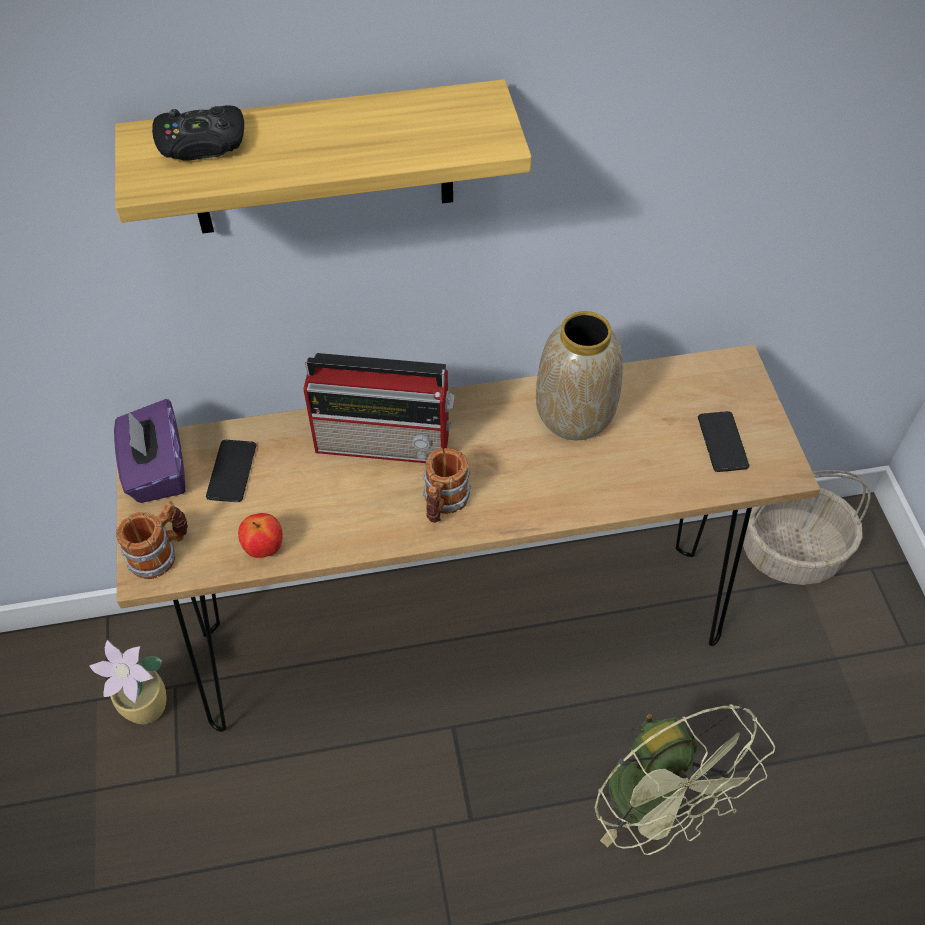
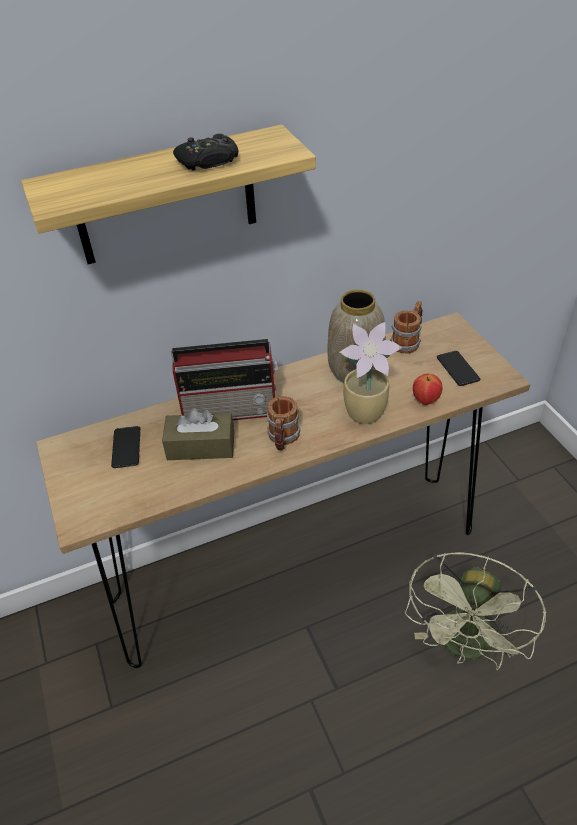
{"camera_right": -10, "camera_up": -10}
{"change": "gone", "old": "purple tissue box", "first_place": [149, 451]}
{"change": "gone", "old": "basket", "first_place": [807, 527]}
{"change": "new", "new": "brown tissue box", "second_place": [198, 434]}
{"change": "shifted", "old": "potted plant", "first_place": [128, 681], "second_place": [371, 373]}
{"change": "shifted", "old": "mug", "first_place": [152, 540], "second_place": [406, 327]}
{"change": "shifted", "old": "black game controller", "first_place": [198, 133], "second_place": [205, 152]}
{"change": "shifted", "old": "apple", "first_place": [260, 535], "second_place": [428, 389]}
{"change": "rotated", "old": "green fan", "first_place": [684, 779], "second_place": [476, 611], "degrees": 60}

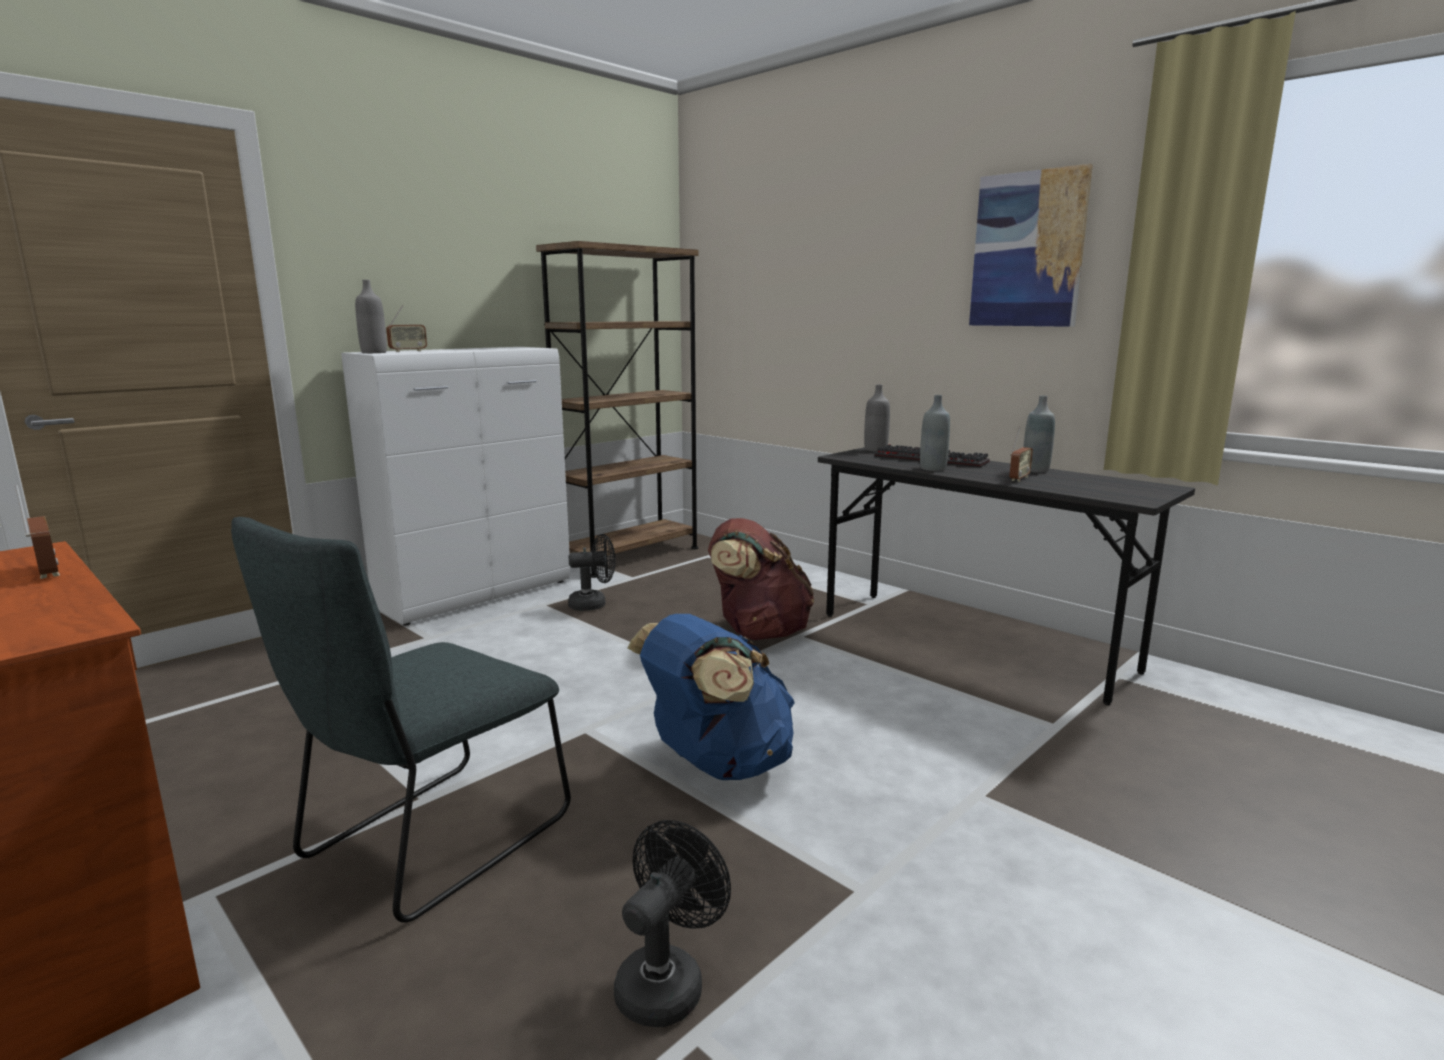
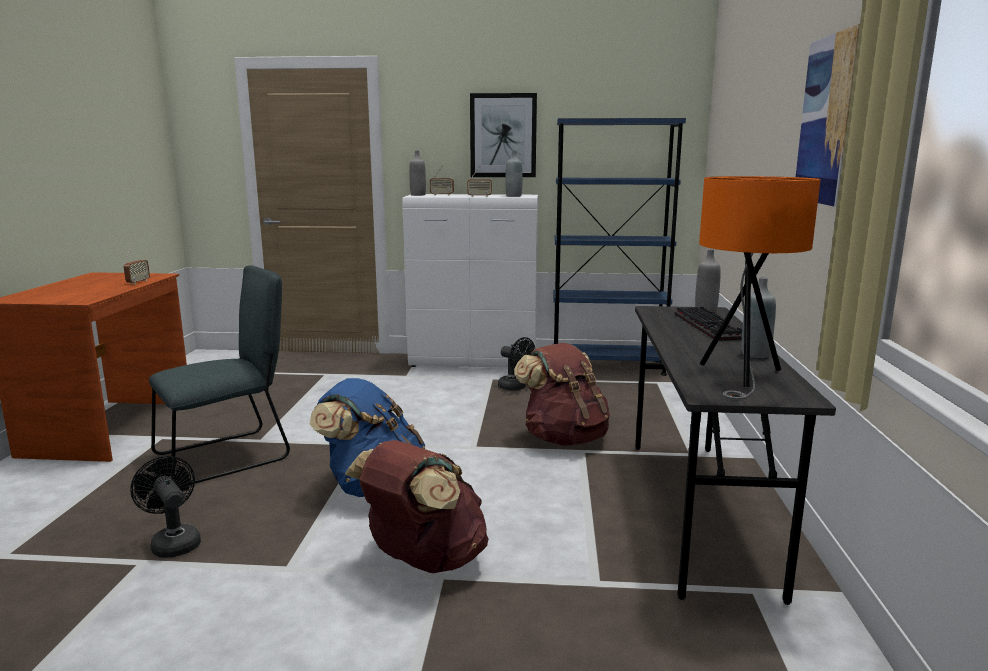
{"camera_right": 50, "camera_up": 0}
{"change": "new", "new": "brown backpack", "second_place": [417, 506]}
{"change": "new", "new": "picture", "second_place": [503, 135]}
{"change": "new", "new": "orange table lamp", "second_place": [759, 287]}
{"change": "shifted", "old": "grey bottle", "first_place": [935, 433], "second_place": [514, 173]}
{"change": "shifted", "old": "radio", "first_place": [1021, 454], "second_place": [479, 181]}
{"change": "repainted", "old": "brown bookcase", "new": "blue bookcase", "first_place": [617, 409], "second_place": [619, 247]}
{"change": "rotated", "old": "grey chair", "first_place": [401, 720], "second_place": [219, 375], "degrees": 150}
{"change": "rotated", "old": "black fan", "first_place": [672, 923], "second_place": [165, 507], "degrees": -120}

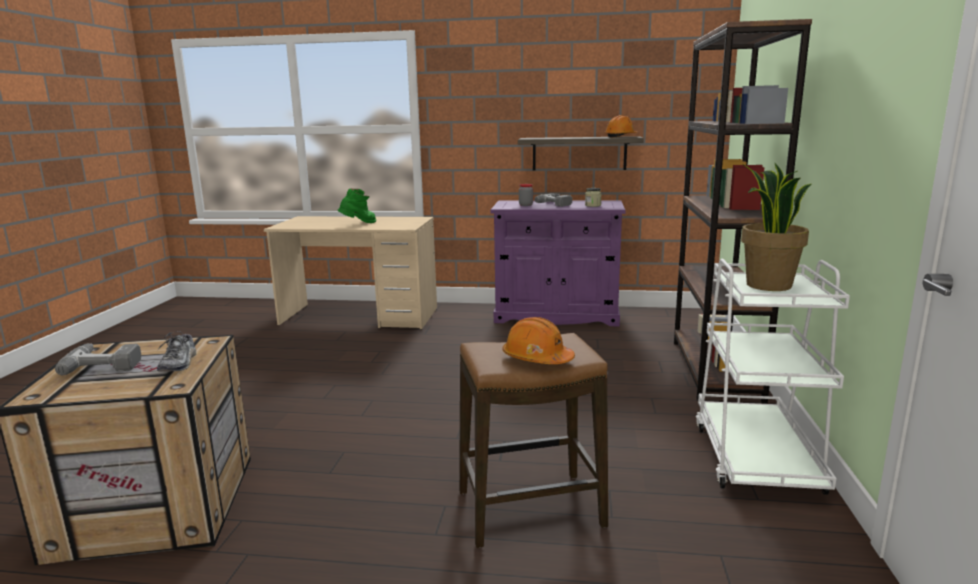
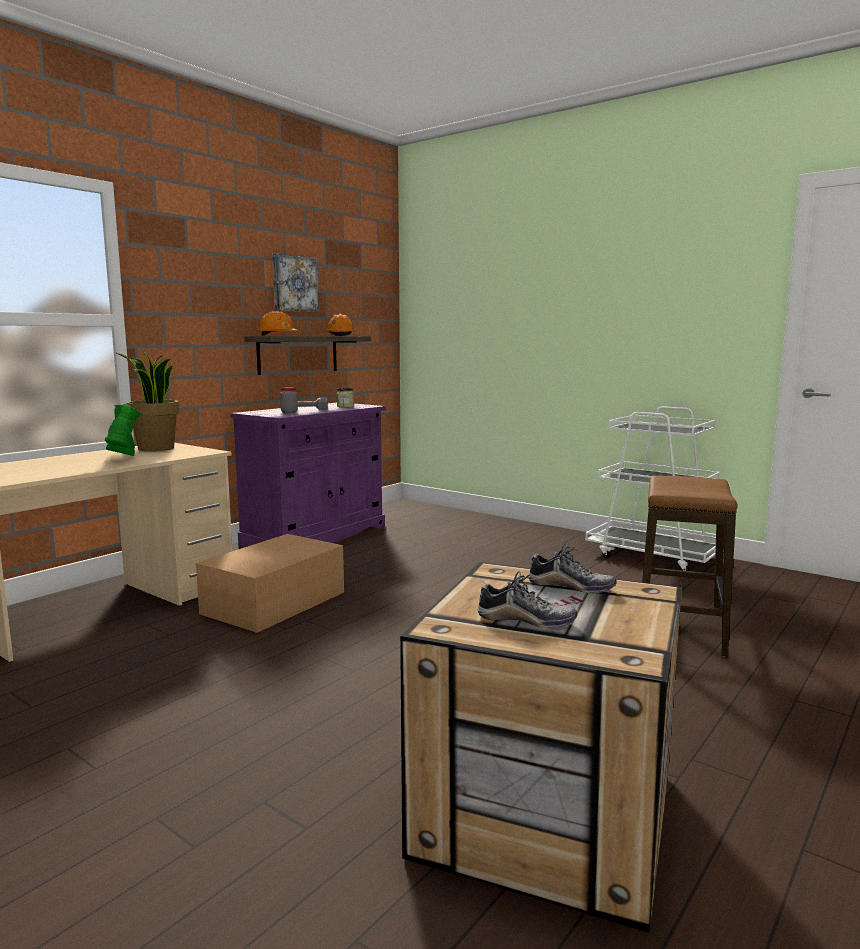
{"camera_right": -60, "camera_up": -5}
{"change": "gone", "old": "brown bookcase", "first_place": [743, 211]}
{"change": "new", "new": "cardboard box", "second_place": [270, 583]}
{"change": "new", "new": "picture", "second_place": [295, 282]}
{"change": "shifted", "old": "orange hard hat", "first_place": [538, 340], "second_place": [278, 323]}
{"change": "shifted", "old": "potted plant", "first_place": [776, 227], "second_place": [147, 400]}
{"change": "swapped", "old": "power drill", "new": "shoe", "first_place": [98, 359], "second_place": [527, 600]}

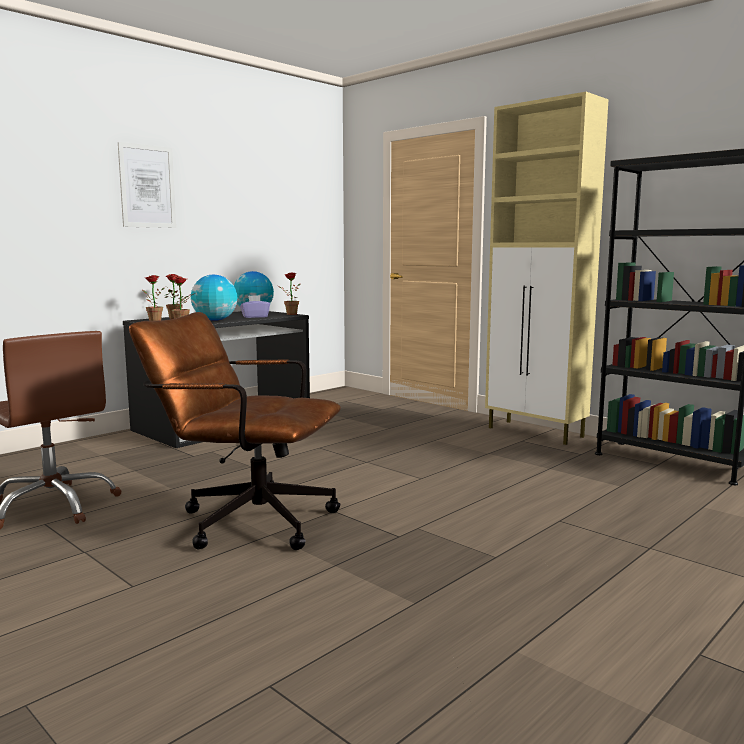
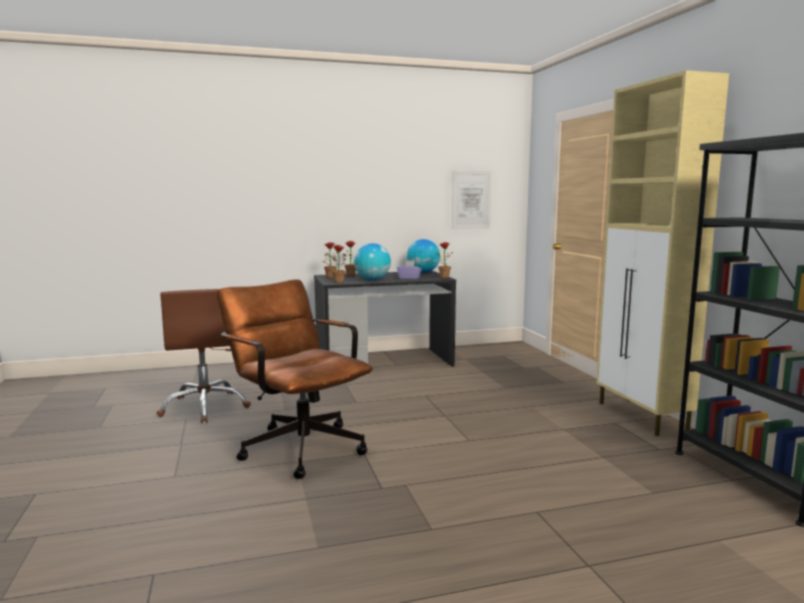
{"camera_right": 30, "camera_up": 0}
{"change": "shifted", "old": "picture", "first_place": [147, 185], "second_place": [472, 200]}

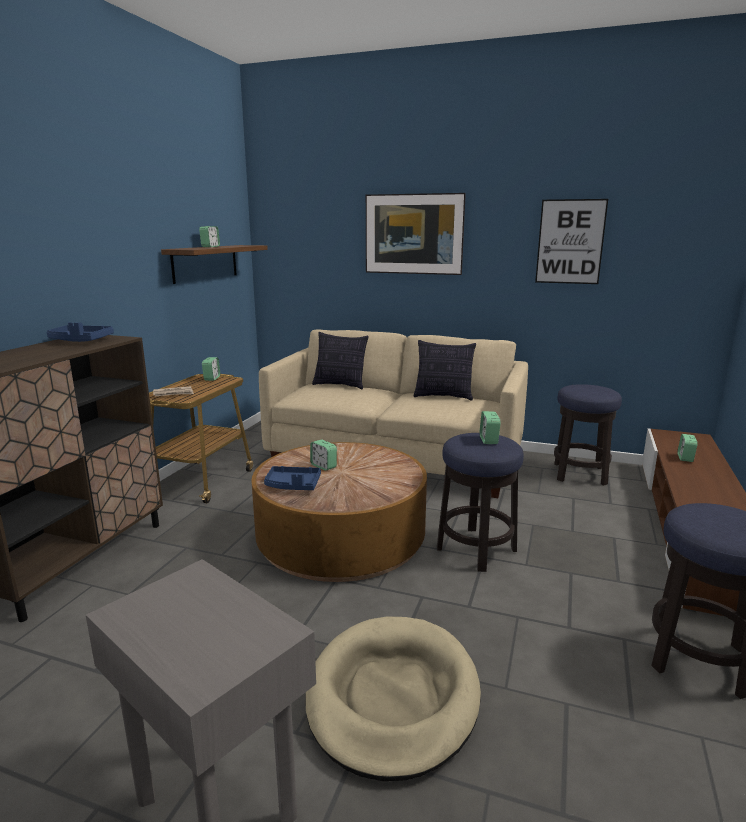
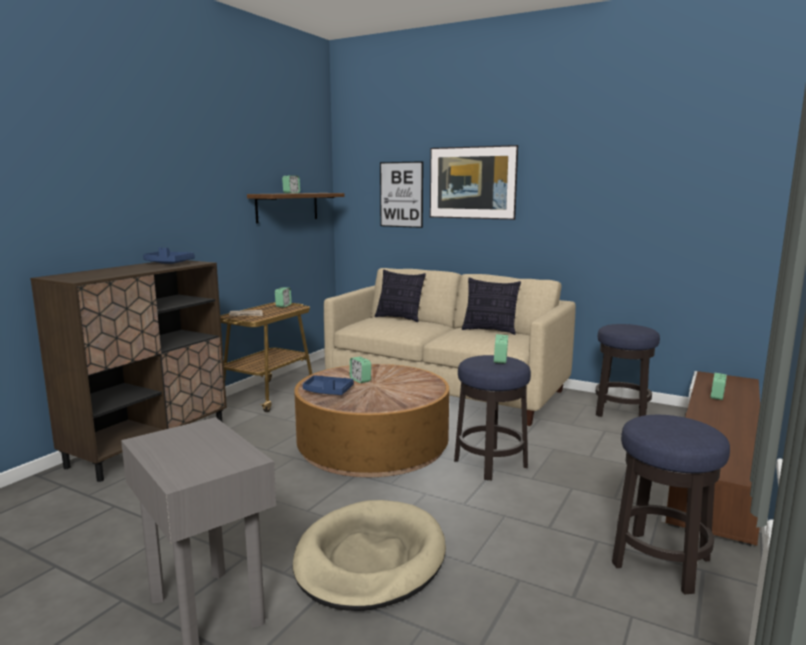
{"camera_right": 10, "camera_up": -5}
{"change": "shifted", "old": "picture", "first_place": [571, 241], "second_place": [401, 194]}

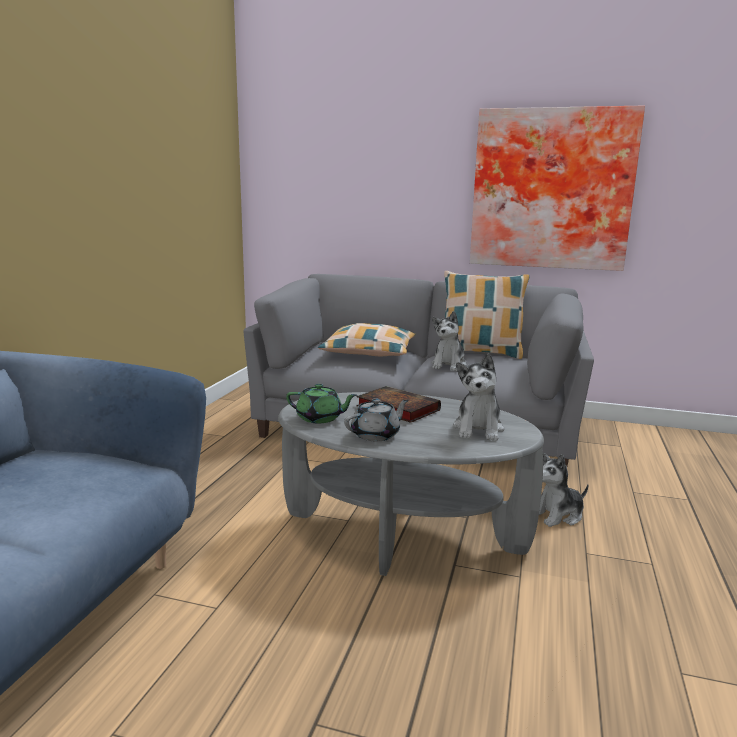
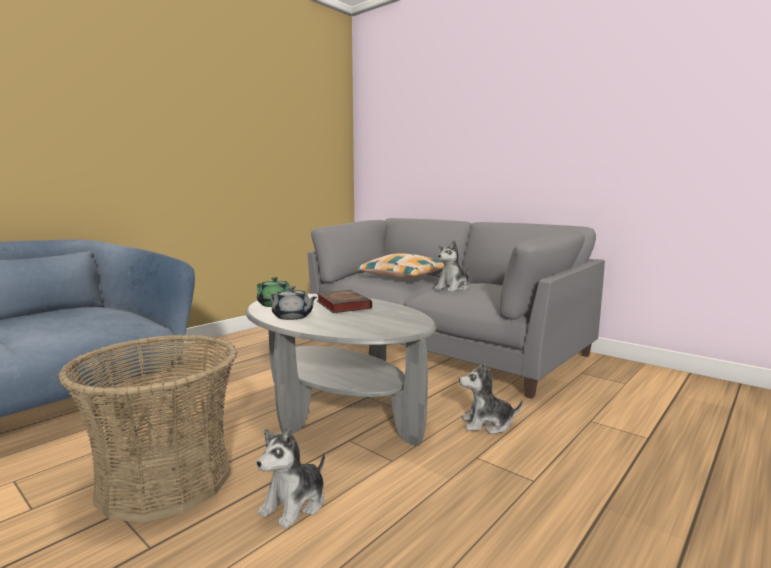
{"camera_right": 25, "camera_up": -5}
{"change": "gone", "old": "pillow", "first_place": [487, 315]}
{"change": "gone", "old": "picture", "first_place": [557, 188]}
{"change": "new", "new": "basket", "second_place": [148, 428]}
{"change": "shifted", "old": "plush toy", "first_place": [478, 397], "second_place": [290, 478]}
{"change": "rotated", "old": "grey teapot", "first_place": [376, 419], "second_place": [293, 303], "degrees": 45}

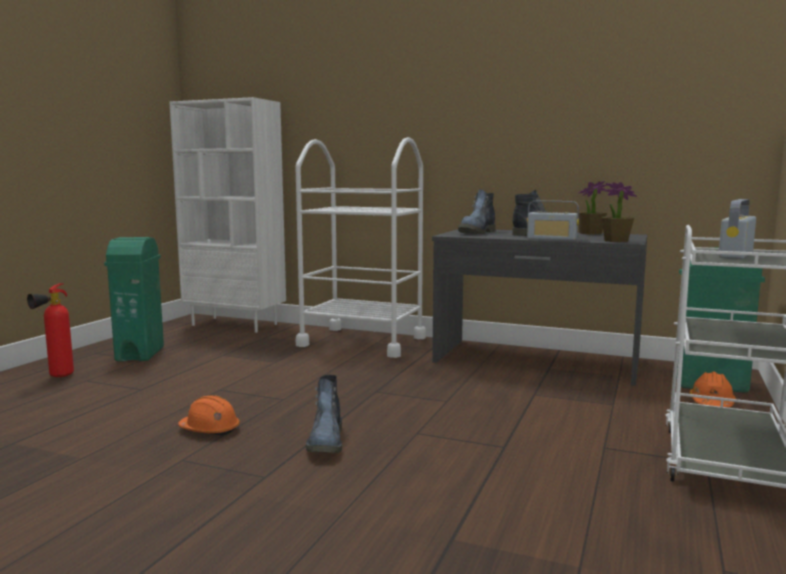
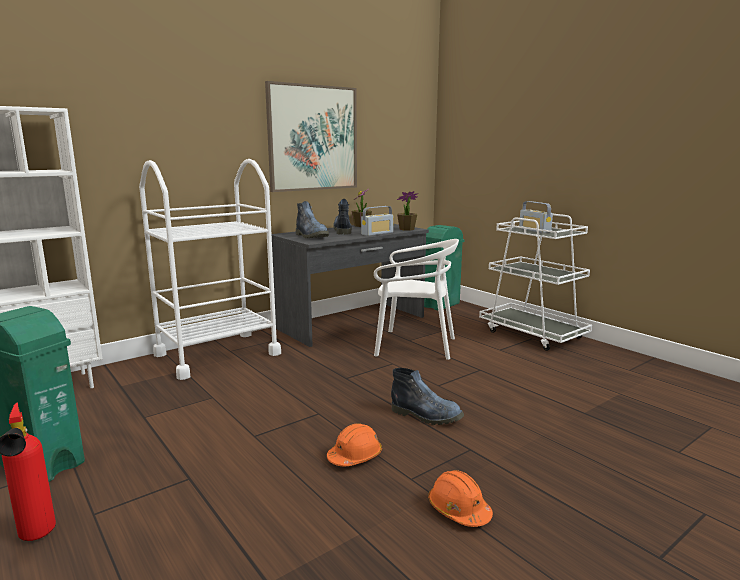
{"camera_right": -60, "camera_up": 5}
{"change": "new", "new": "picture", "second_place": [311, 136]}
{"change": "new", "new": "white chair", "second_place": [416, 299]}
{"change": "shifted", "old": "orange hard hat", "first_place": [713, 389], "second_place": [460, 498]}

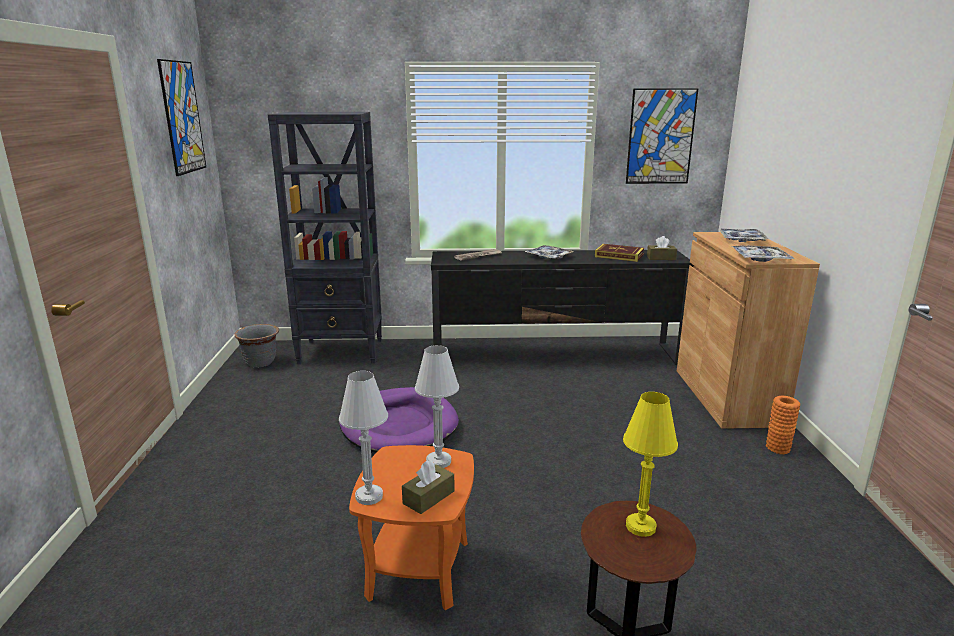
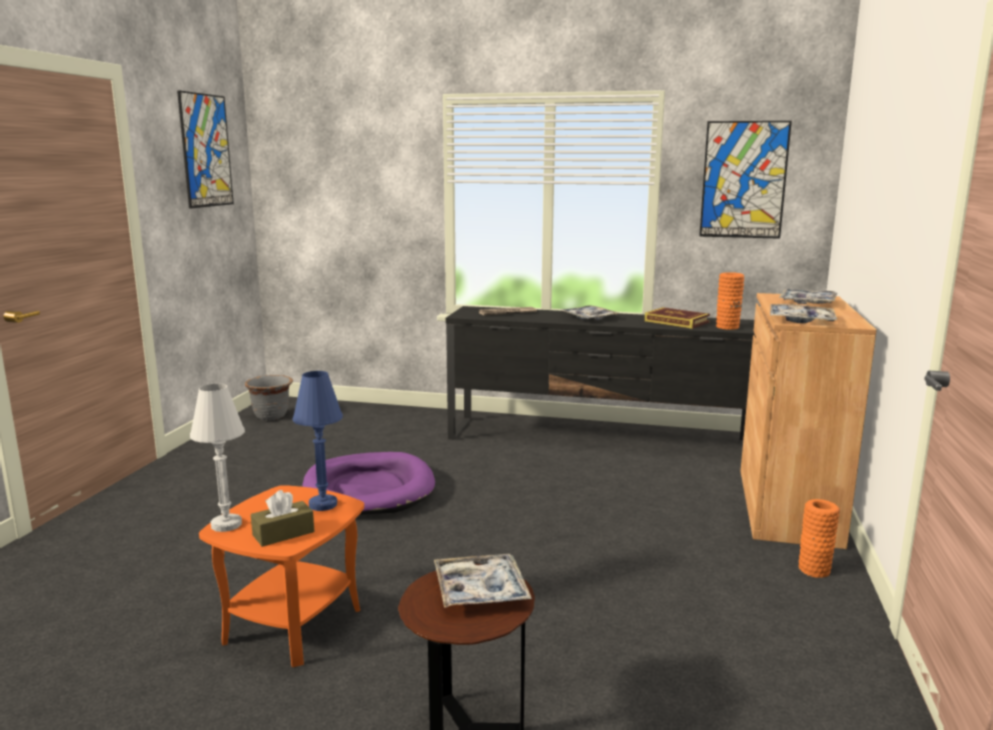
{"camera_right": 15, "camera_up": -5}
{"change": "gone", "old": "black bookcase", "first_place": [325, 238]}
{"change": "swapped", "old": "yellow table lamp", "new": "tray", "first_place": [650, 464], "second_place": [483, 581]}
{"change": "swapped", "old": "brown tissue box", "new": "orange vase", "first_place": [662, 248], "second_place": [730, 301]}
{"change": "repainted", "old": "white table lamp", "new": "blue table lamp", "first_place": [437, 406], "second_place": [318, 441]}

